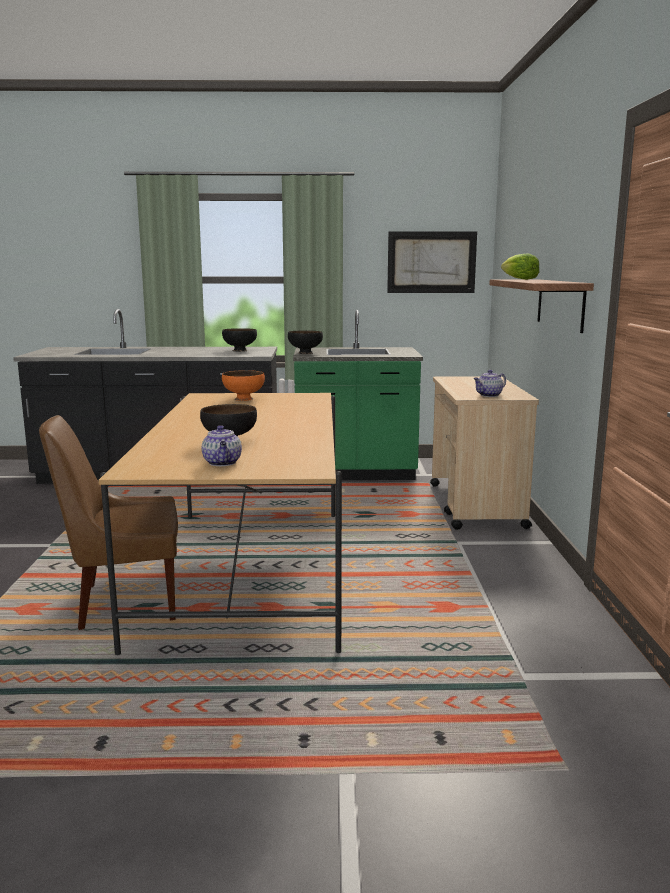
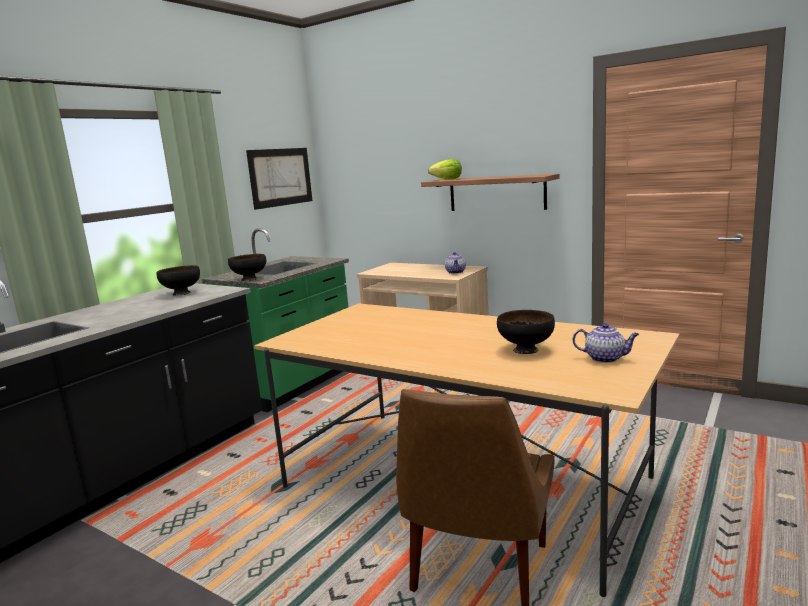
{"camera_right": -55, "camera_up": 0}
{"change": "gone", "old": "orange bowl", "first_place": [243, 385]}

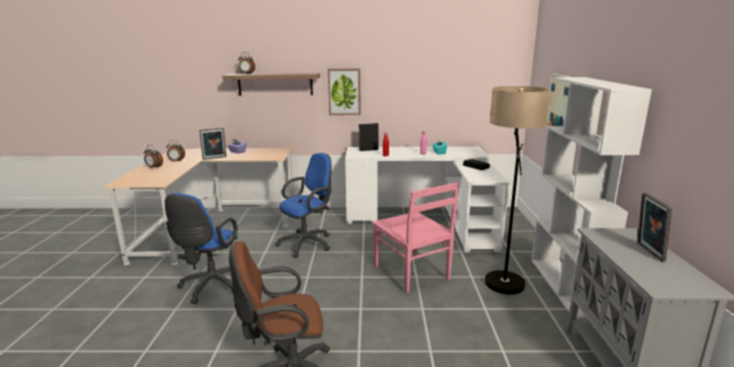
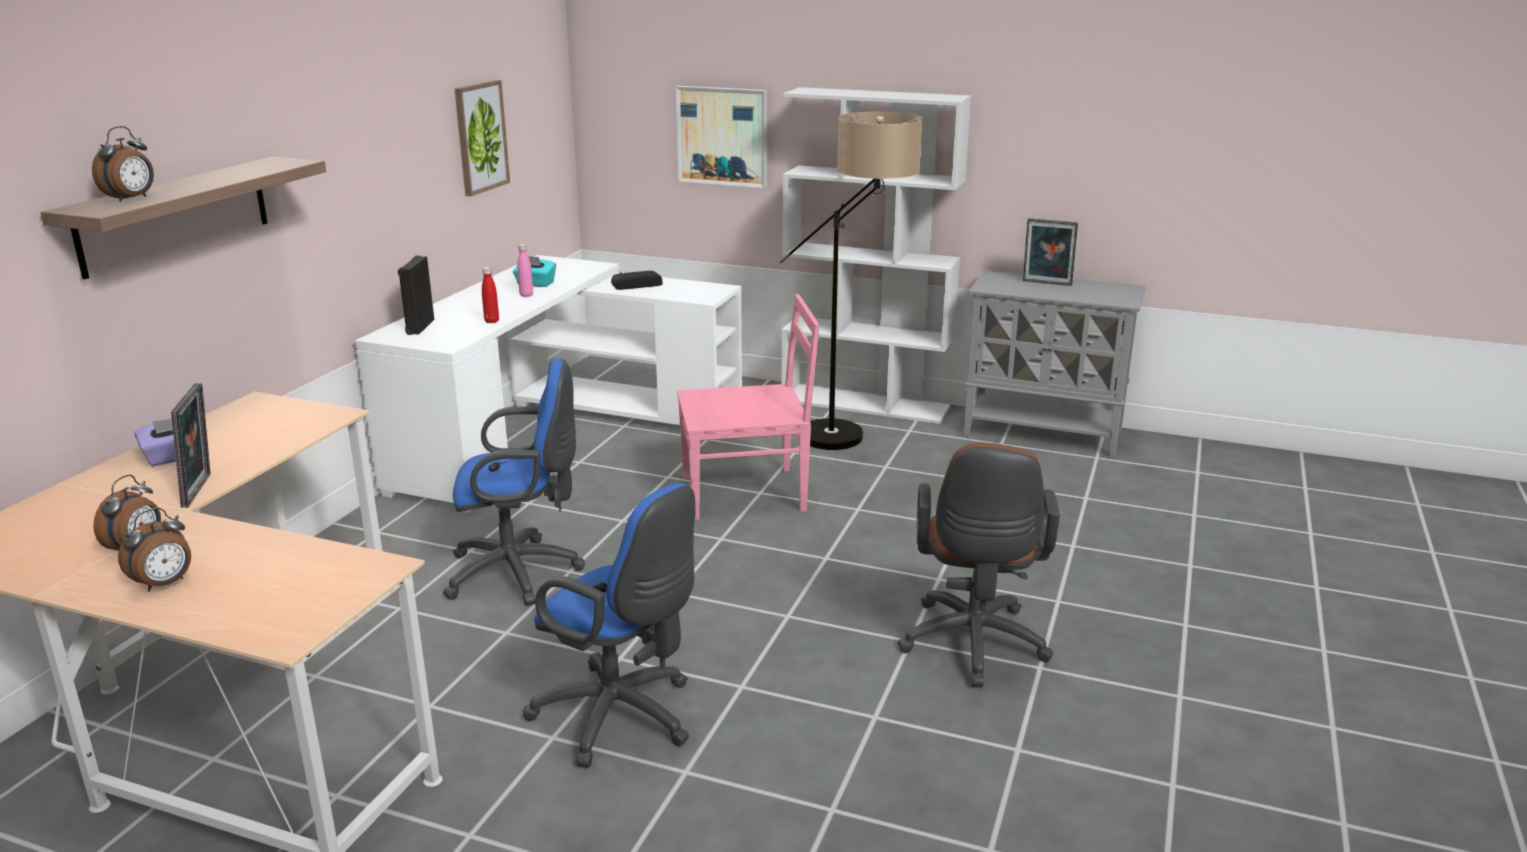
{"camera_right": -70, "camera_up": 5}
{"change": "shifted", "old": "picture", "first_place": [344, 92], "second_place": [482, 138]}
{"change": "rotated", "old": "blue office chair", "first_place": [303, 205], "second_place": [514, 482], "degrees": 105}

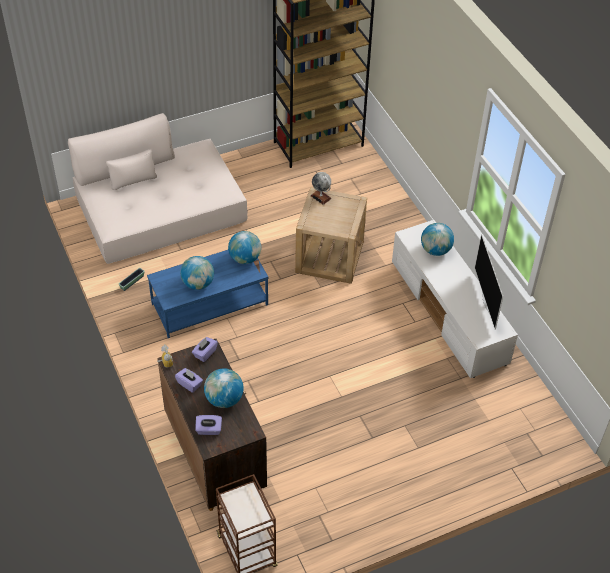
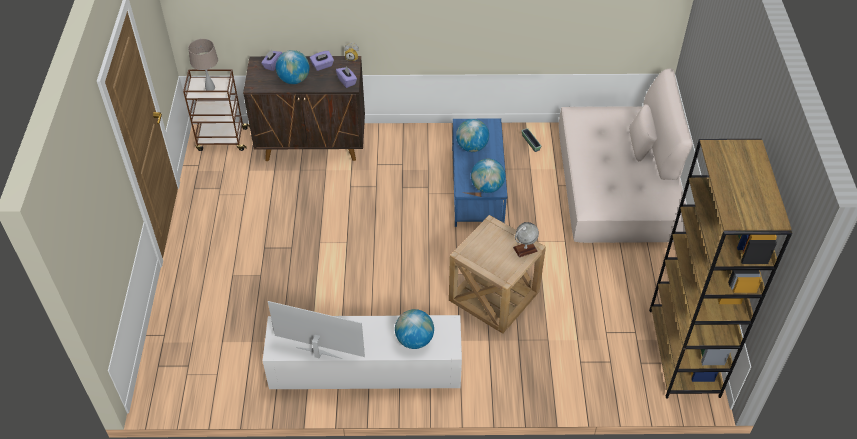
{"camera_right": 115, "camera_up": 0}
{"change": "new", "new": "beige table lamp", "second_place": [203, 65]}

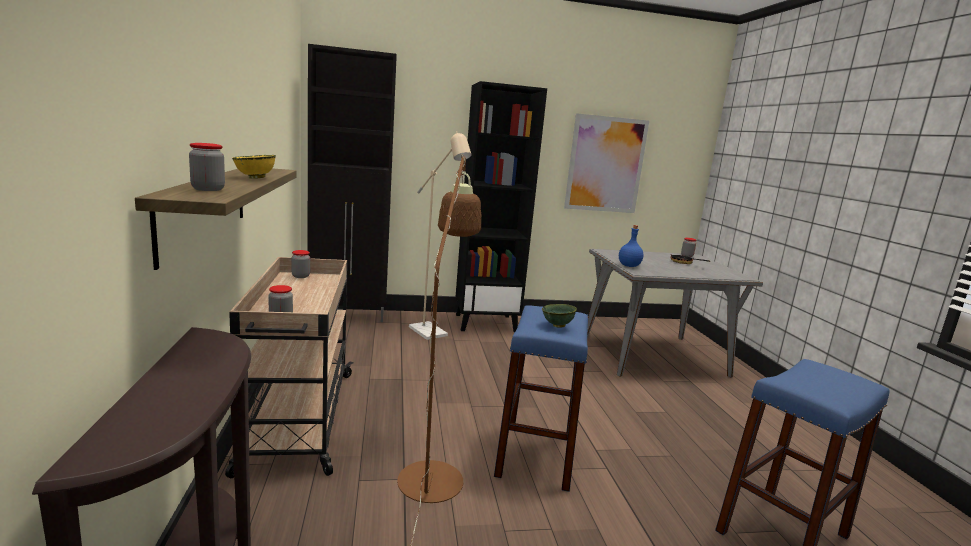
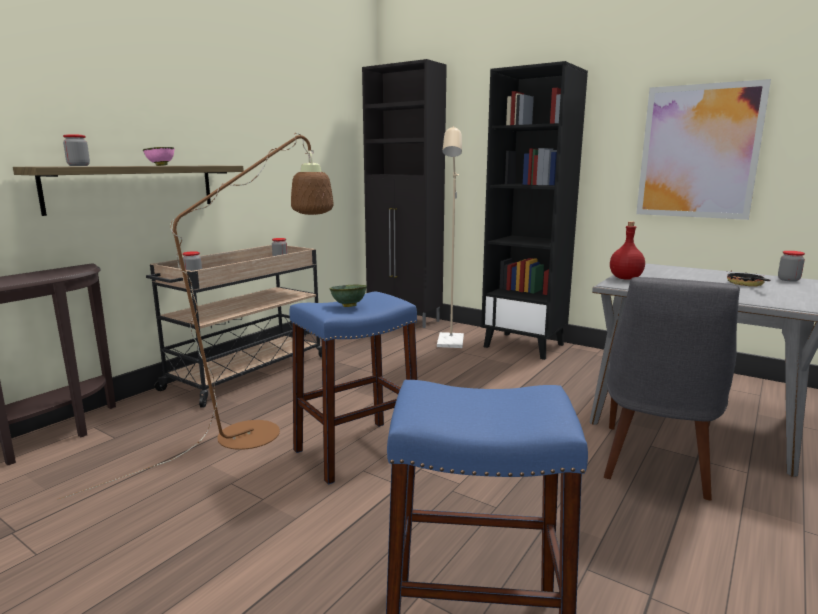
{"camera_right": 45, "camera_up": 0}
{"change": "new", "new": "grey chair", "second_place": [672, 388]}
{"change": "repainted", "old": "yellow bowl", "new": "pink bowl", "first_place": [254, 167], "second_place": [159, 156]}
{"change": "repainted", "old": "blue bottle", "new": "red bottle", "first_place": [631, 246], "second_place": [627, 250]}

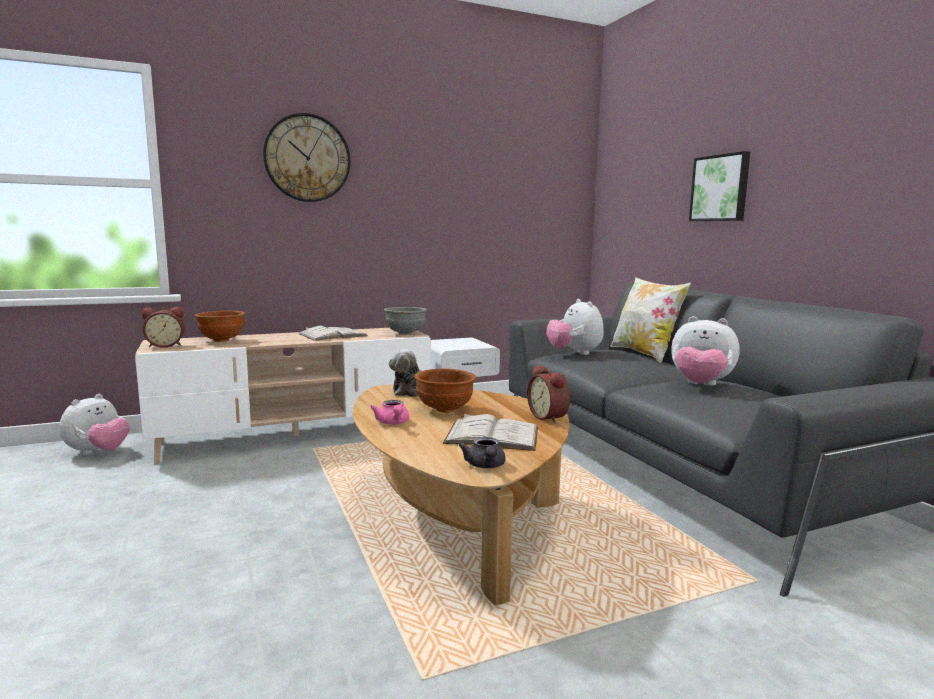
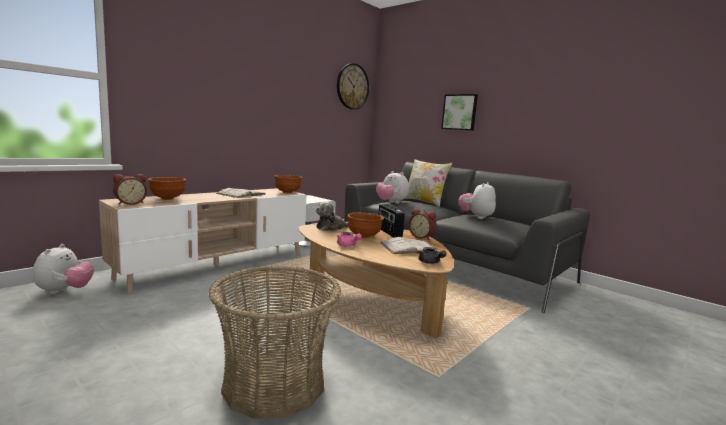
{"camera_right": -25, "camera_up": 0}
{"change": "new", "new": "basket", "second_place": [275, 342]}
{"change": "new", "new": "radio", "second_place": [391, 221]}
{"change": "shifted", "old": "wall clock", "first_place": [306, 157], "second_place": [353, 86]}
{"change": "repainted", "old": "grey bowl", "new": "brown bowl", "first_place": [405, 321], "second_place": [288, 184]}
{"change": "rotated", "old": "plush toy", "first_place": [705, 351], "second_place": [477, 200], "degrees": 120}

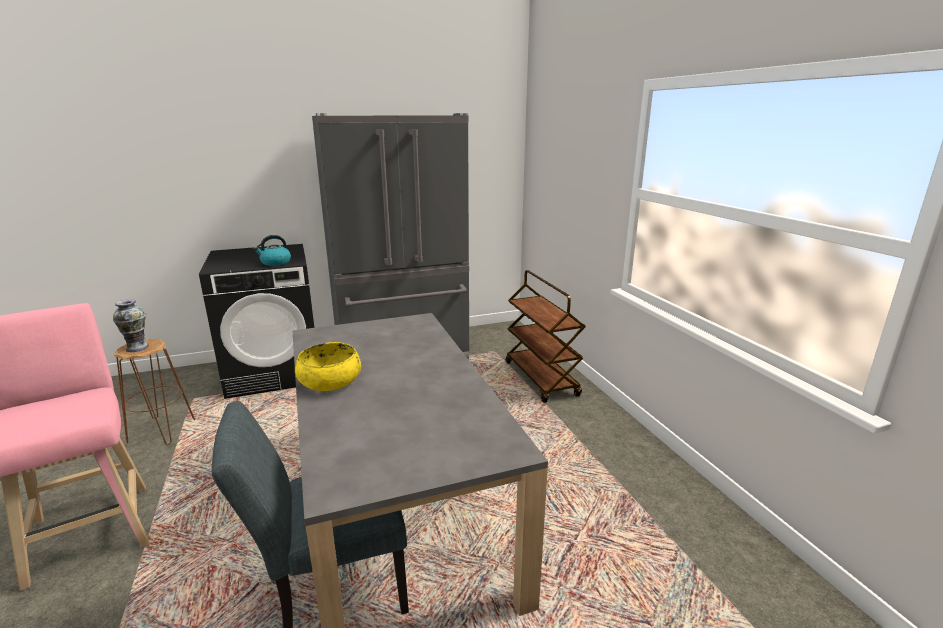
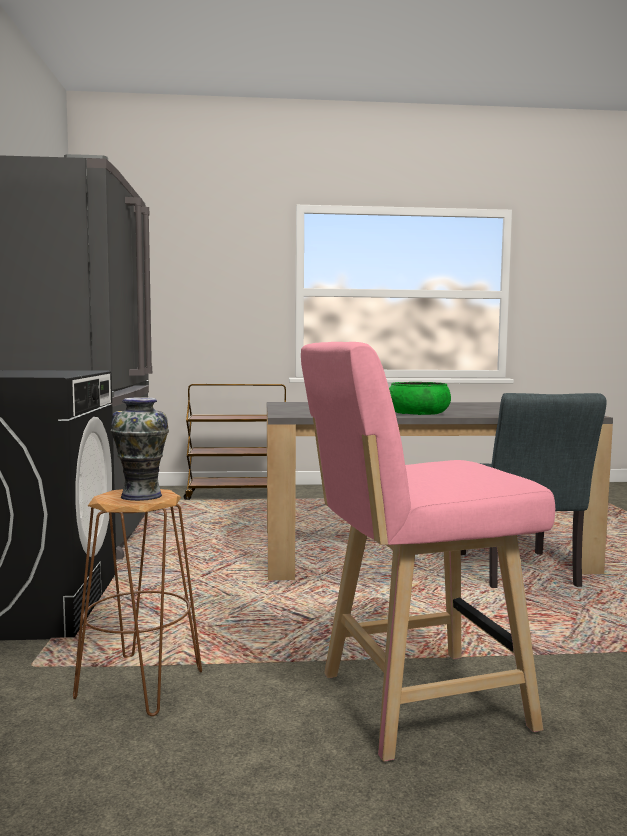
{"camera_right": -75, "camera_up": -15}
{"change": "gone", "old": "kettle", "first_place": [272, 250]}
{"change": "repainted", "old": "yellow bowl", "new": "green bowl", "first_place": [328, 366], "second_place": [420, 398]}

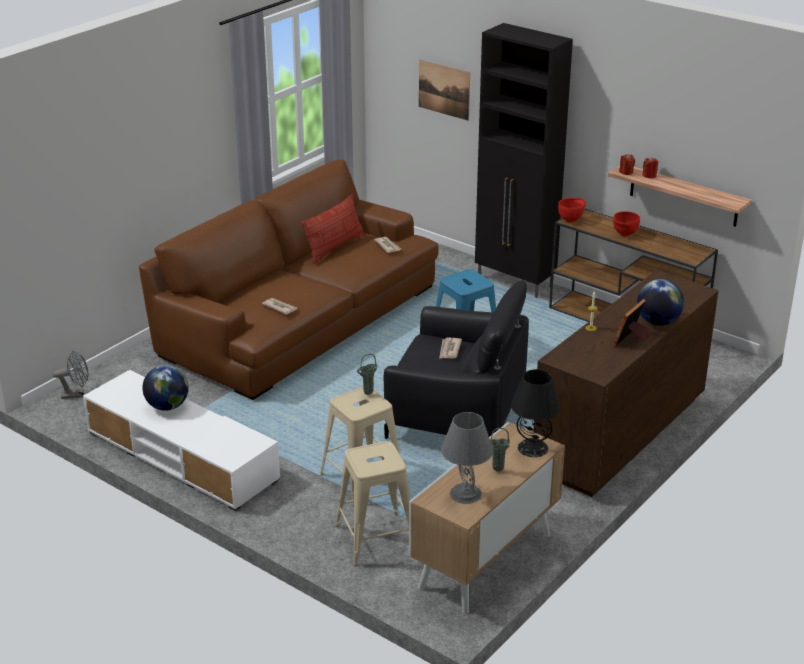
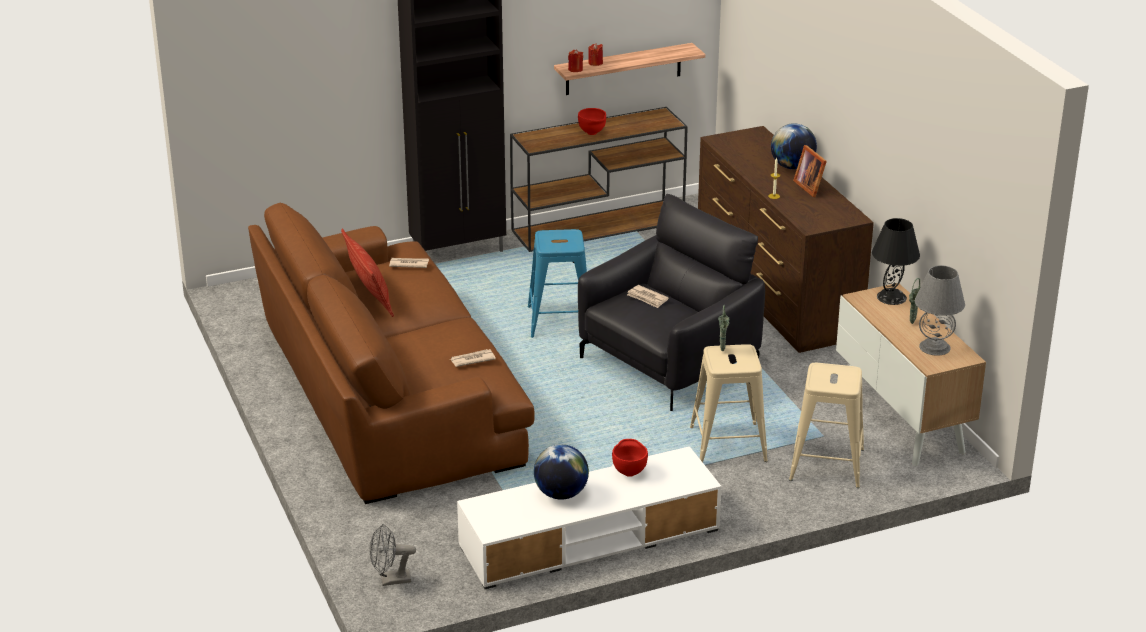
{"camera_right": -60, "camera_up": 0}
{"change": "gone", "old": "picture", "first_place": [444, 90]}
{"change": "shifted", "old": "red bowl", "first_place": [572, 210], "second_place": [630, 458]}
{"change": "rotated", "old": "grey fan", "first_place": [70, 375], "second_place": [393, 555], "degrees": -120}

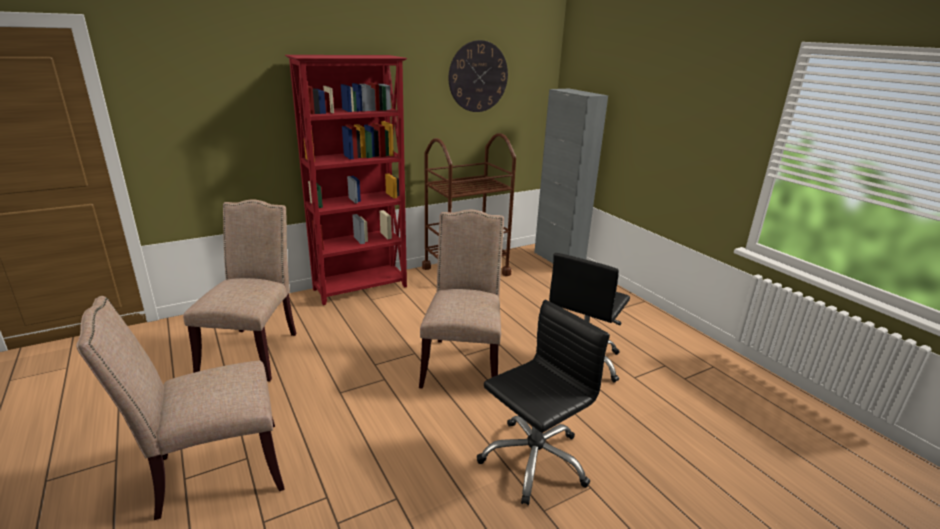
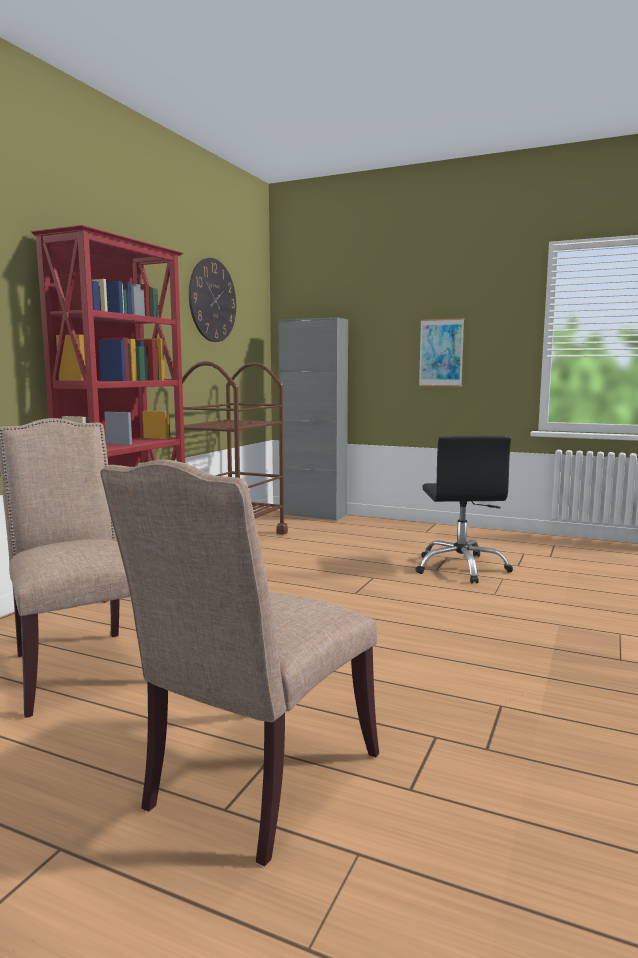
{"camera_right": -35, "camera_up": -15}
{"change": "gone", "old": "beige chair", "first_place": [461, 299]}
{"change": "gone", "old": "black office chair", "first_place": [543, 402]}
{"change": "new", "new": "picture", "second_place": [441, 352]}

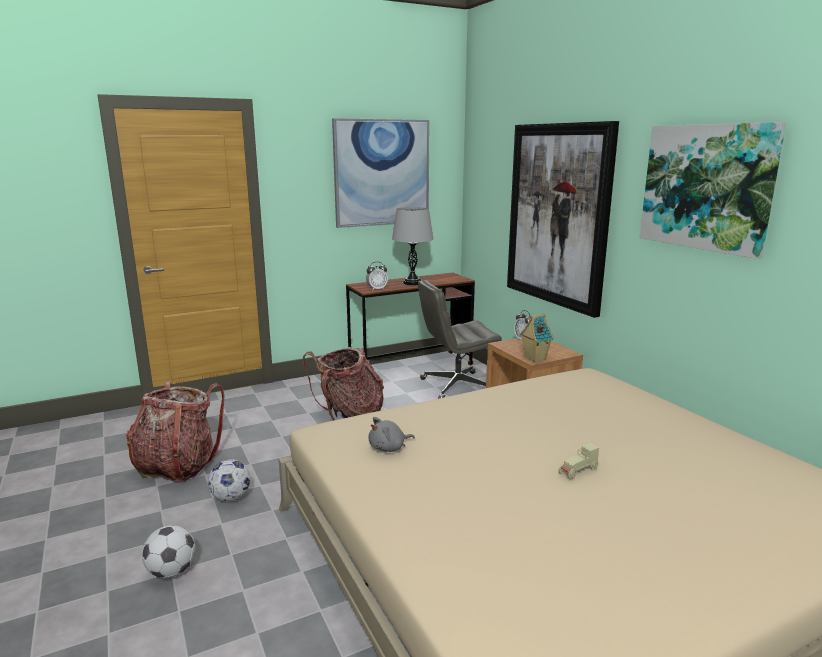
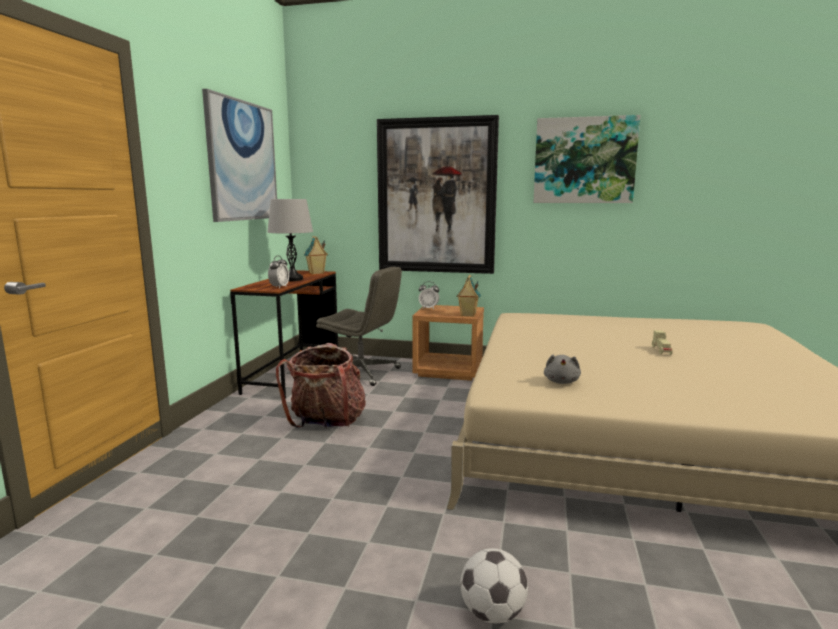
{"camera_right": -50, "camera_up": -5}
{"change": "gone", "old": "backpack", "first_place": [175, 432]}
{"change": "gone", "old": "football", "first_place": [229, 480]}
{"change": "new", "new": "toy house", "second_place": [316, 255]}
{"change": "rotated", "old": "grey office chair", "first_place": [460, 339], "second_place": [359, 326], "degrees": -90}

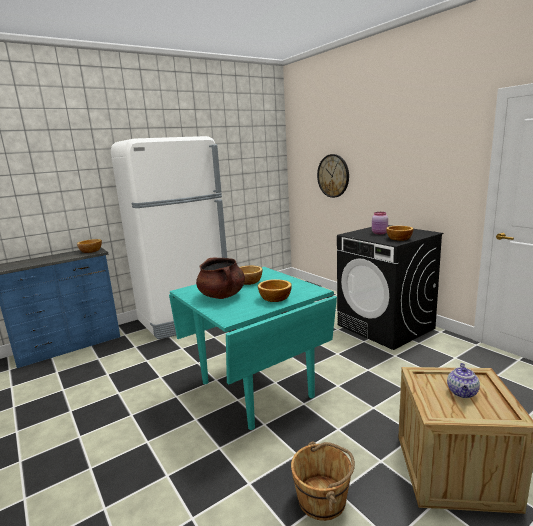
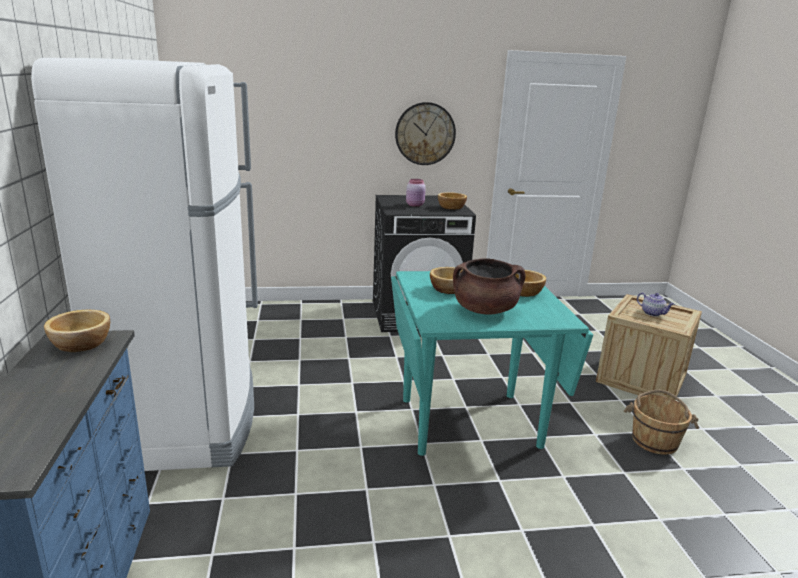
{"camera_right": -65, "camera_up": 5}
{"change": "shifted", "old": "wall clock", "first_place": [333, 176], "second_place": [425, 133]}

